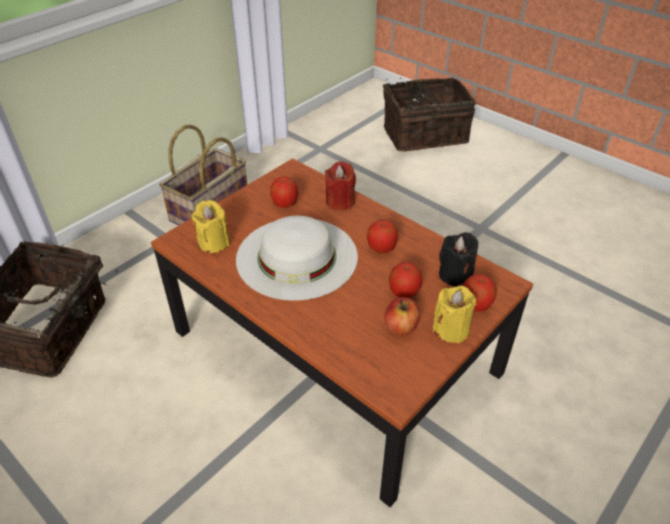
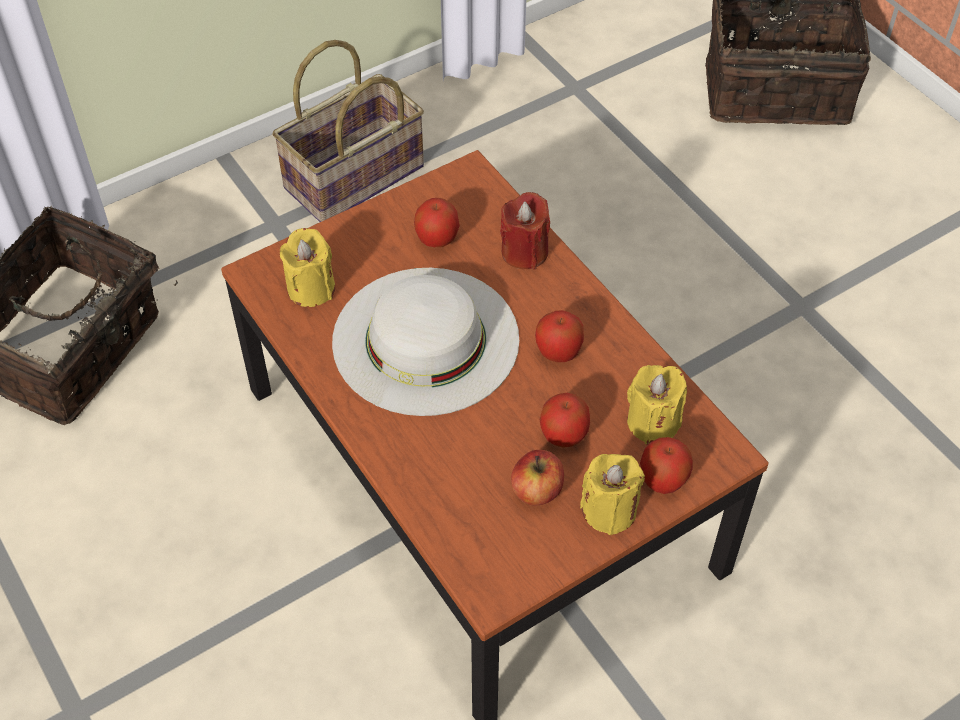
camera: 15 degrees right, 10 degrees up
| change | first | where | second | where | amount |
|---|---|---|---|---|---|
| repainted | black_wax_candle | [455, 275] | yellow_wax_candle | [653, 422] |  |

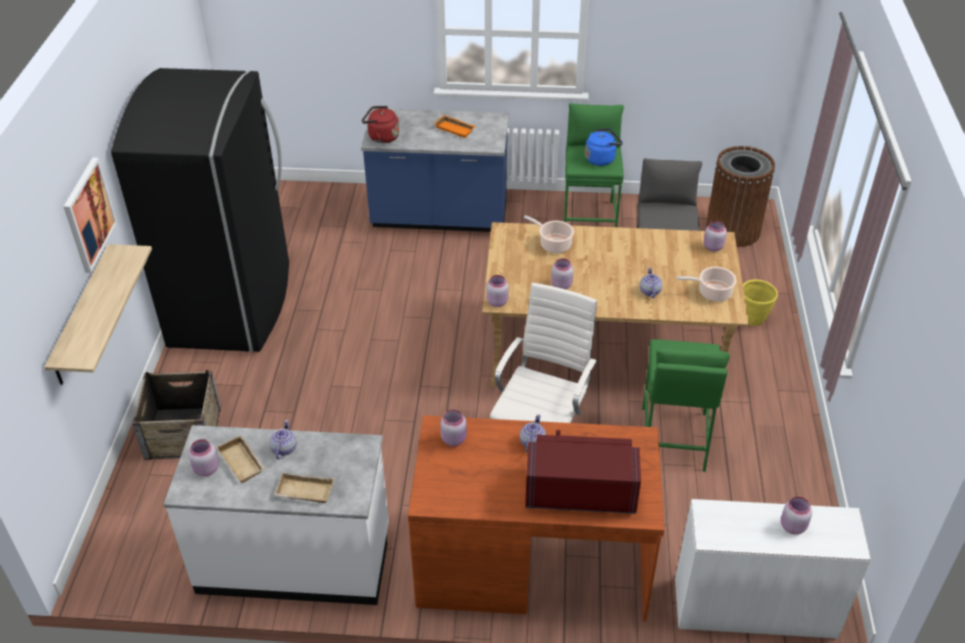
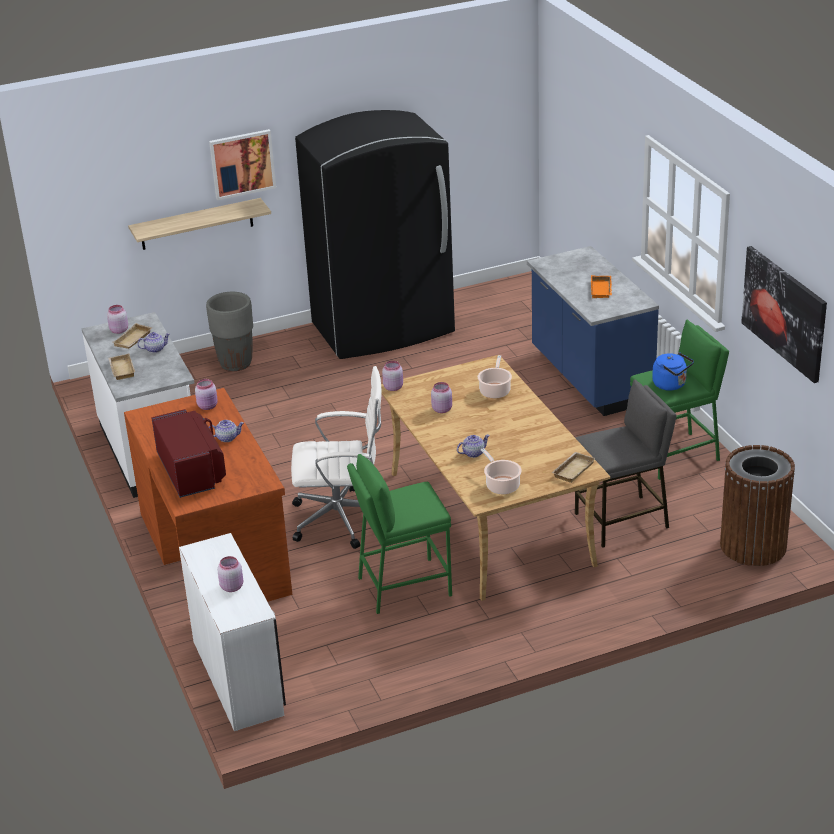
camera: 65 degrees right, 10 degrees down
| change | first | where | second | where | amount |
|---|---|---|---|---|---|
| gone | red_tea_kettle | [381, 137] |  |  |  |
| gone | yellow_flower_pot | [753, 319] |  |  |  |
| new |  |  | wall_picture | [784, 312] |  |
| swapped | crate | [183, 432] | grey_flower_pot | [235, 363] |  |
| swapped | pink-coloured_storage_jar | [712, 247] | beige-coloured_serving_tray | [572, 469] |  |

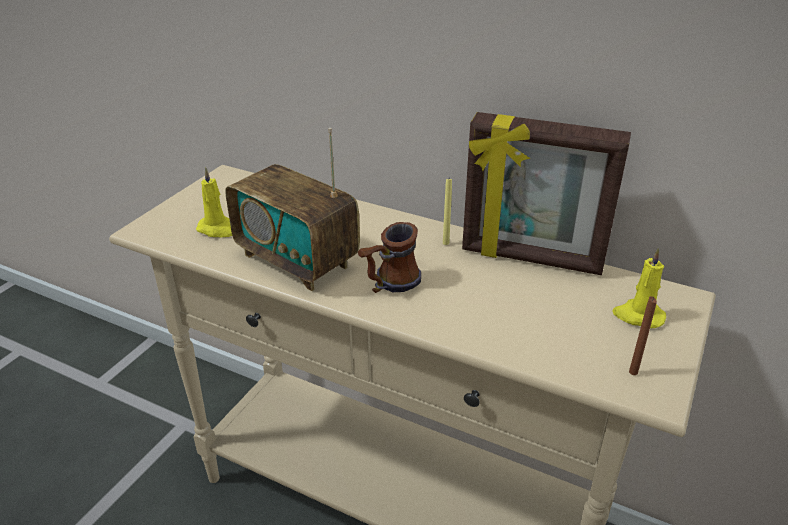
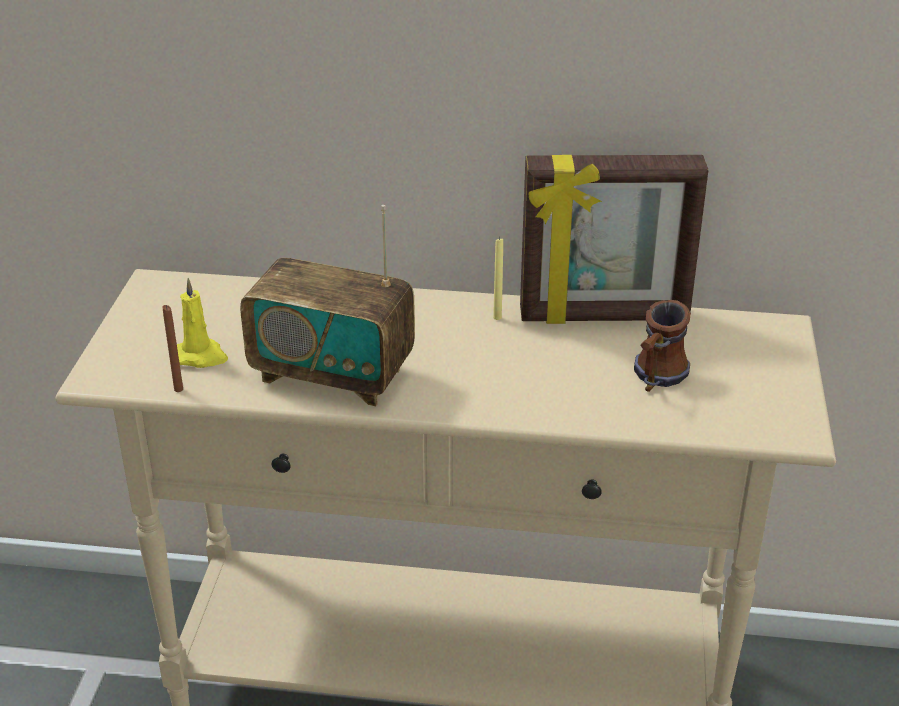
camera: 20 degrees left, 0 degrees up
| change | first | where | second | where | amount |
|---|---|---|---|---|---|
| gone | yellow_wax_candle | [638, 316] |  |  |  |
| shifted | mug | [389, 285] |  | [655, 379] |  |
| shifted | brownish_wax_candle | [633, 372] |  | [178, 389] |  |

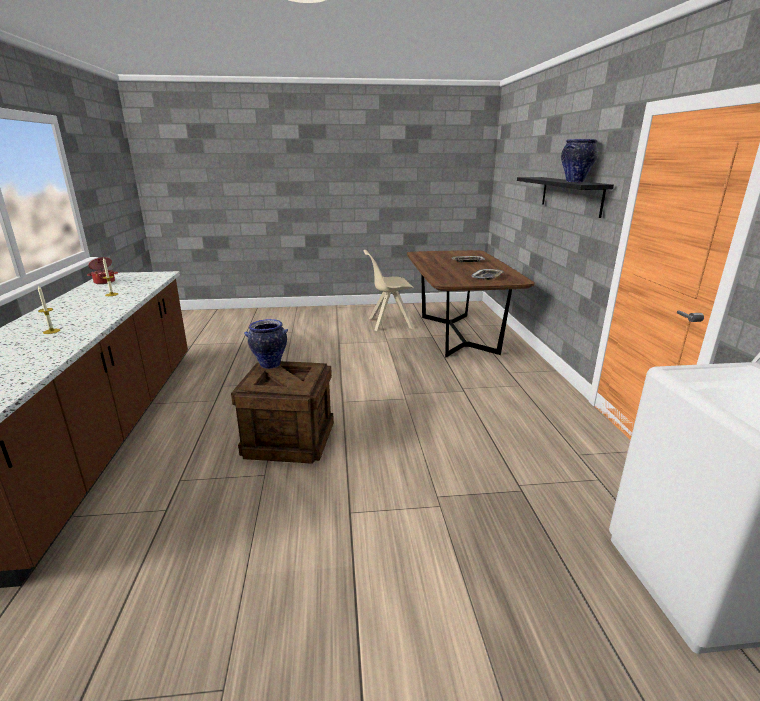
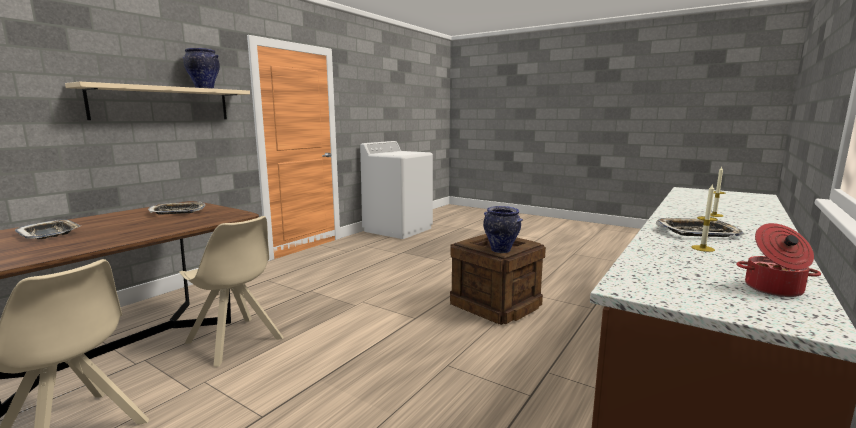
camera: 140 degrees left, 10 degrees down
| change | first | where | second | where | amount |
|---|---|---|---|---|---|
| new |  |  | beige-coloured_plain_chair | [235, 342] |  |
| new |  |  | serving_tray | [697, 232] |  |
| repainted | black_shelf | [570, 195] | beige-coloured_shelf | [163, 103] |  |

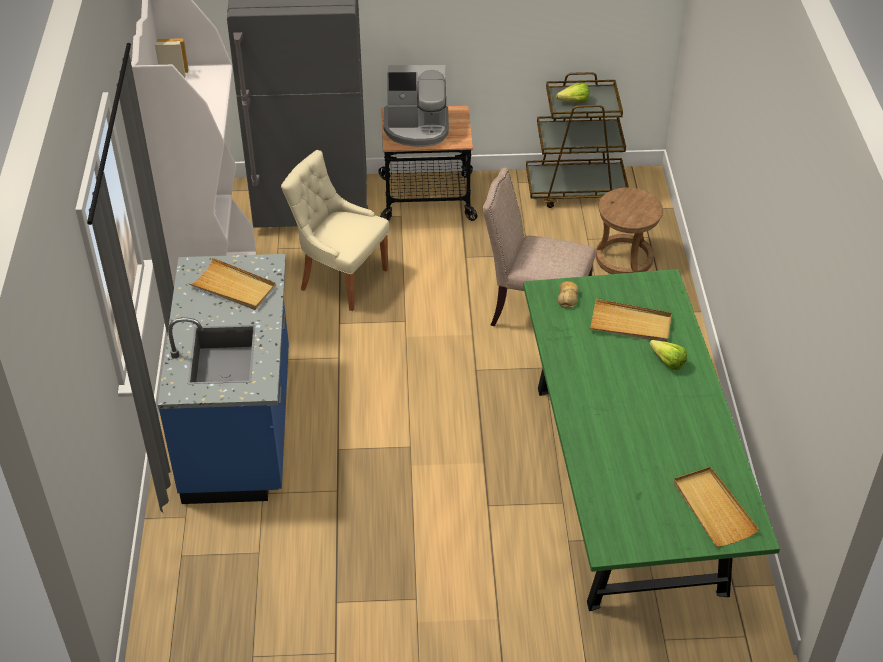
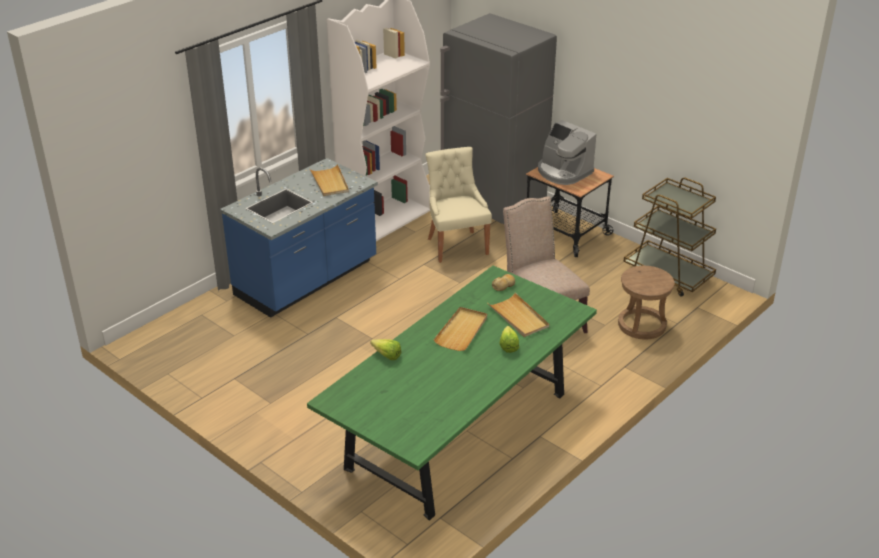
camera: 45 degrees right, 10 degrees down
| change | first | where | second | where | amount |
|---|---|---|---|---|---|
| shifted | lettuce_head | [571, 102] |  | [385, 354] |  |
| shifted | beige-coloured_serving_tray | [712, 508] |  | [462, 331] |  |

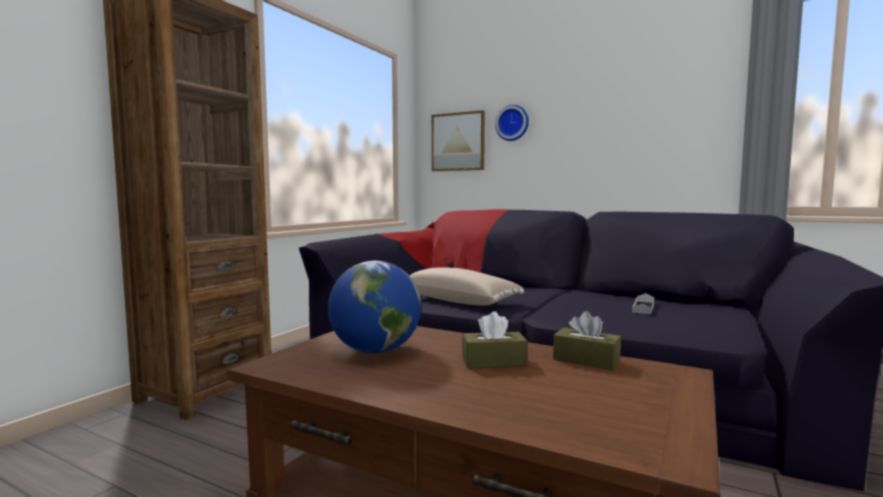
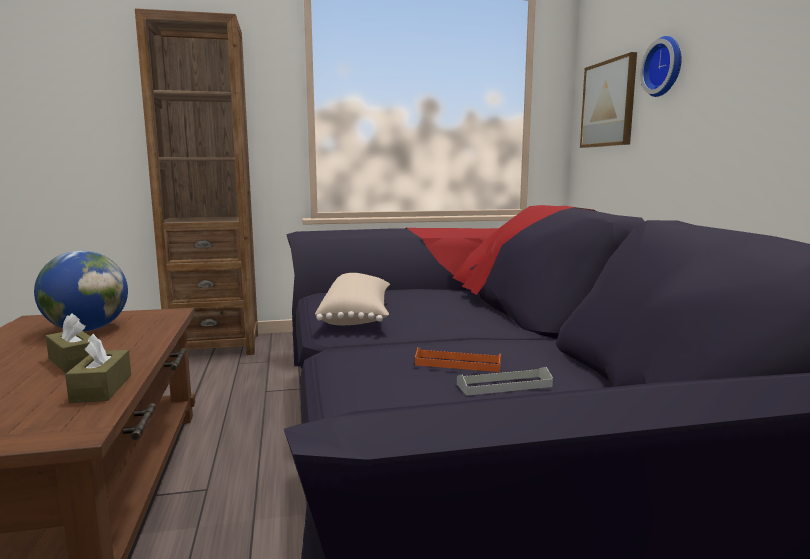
camera: 50 degrees right, 5 degrees up
| change | first | where | second | where | amount |
|---|---|---|---|---|---|
| new |  |  | orange_serving_tray | [458, 364] |  |

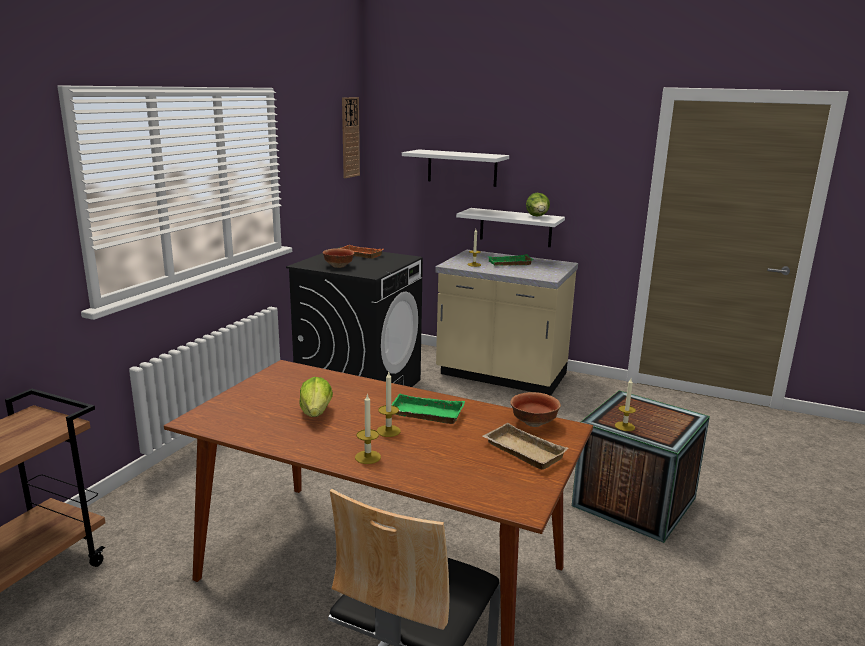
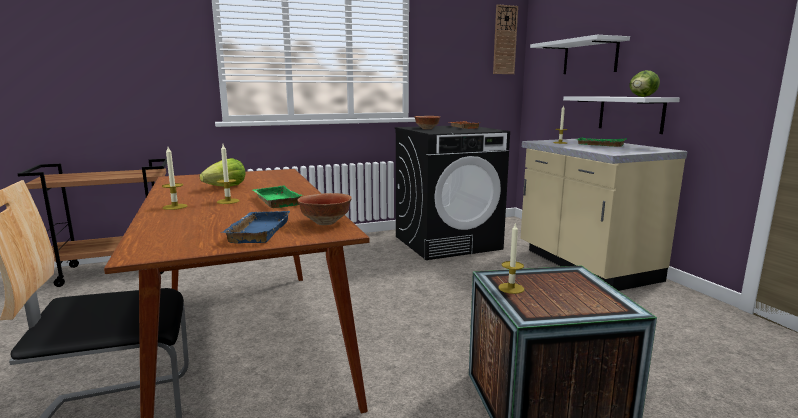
camera: 45 degrees right, 5 degrees down
| change | first | where | second | where | amount |
|---|---|---|---|---|---|
| repainted | beige-coloured_serving_tray | [521, 452] | blue-coloured_serving_tray | [257, 231] |  |

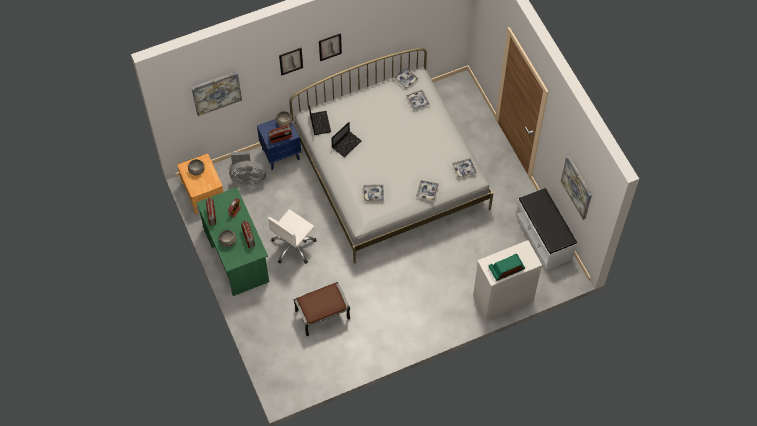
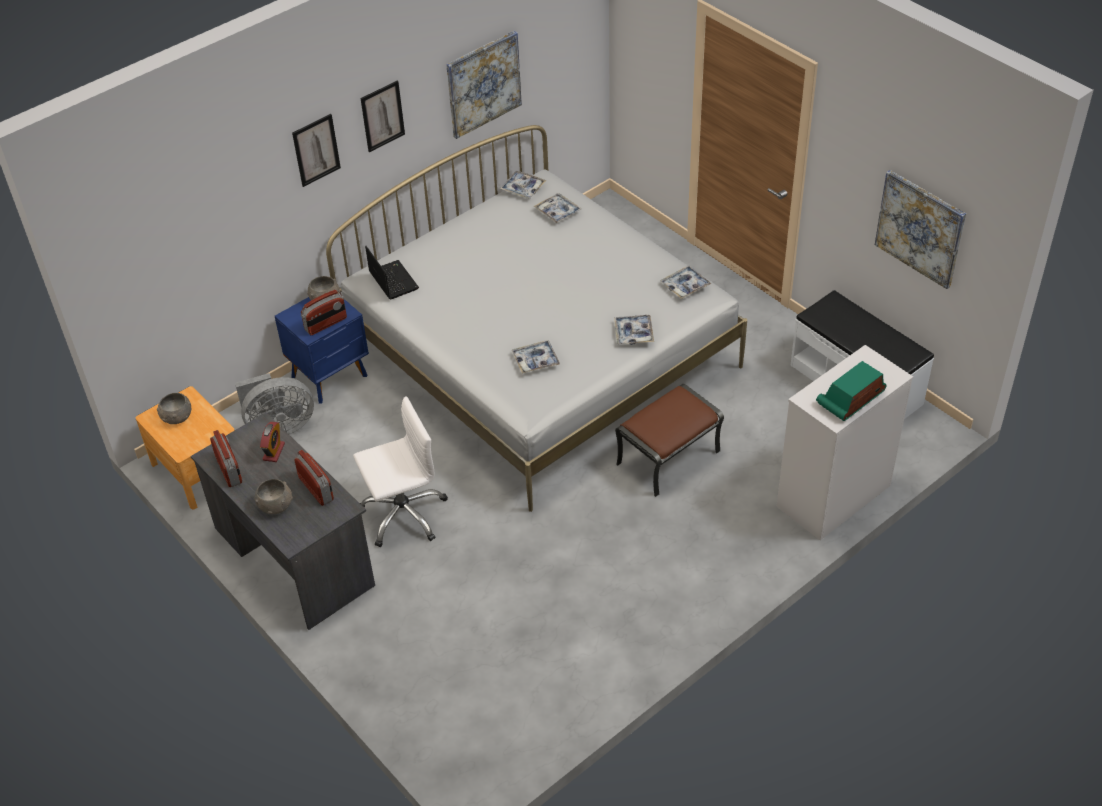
camera: 15 degrees left, 15 degrees down
| change | first | where | second | where | amount |
|---|---|---|---|---|---|
| gone | notebook_computer | [347, 144] |  |  |  |
| shifted | wall_picture | [216, 93] |  | [483, 84] |  |
| shifted | brownish_pouffe | [322, 314] |  | [668, 457] |  |
| repainted | green_desk_unit | [236, 255] | grey_desk_unit | [294, 556] |  |
| rotated | white-coloured_computer_chair | [293, 246] |  | [403, 514] | 135 degrees counterclockwise |

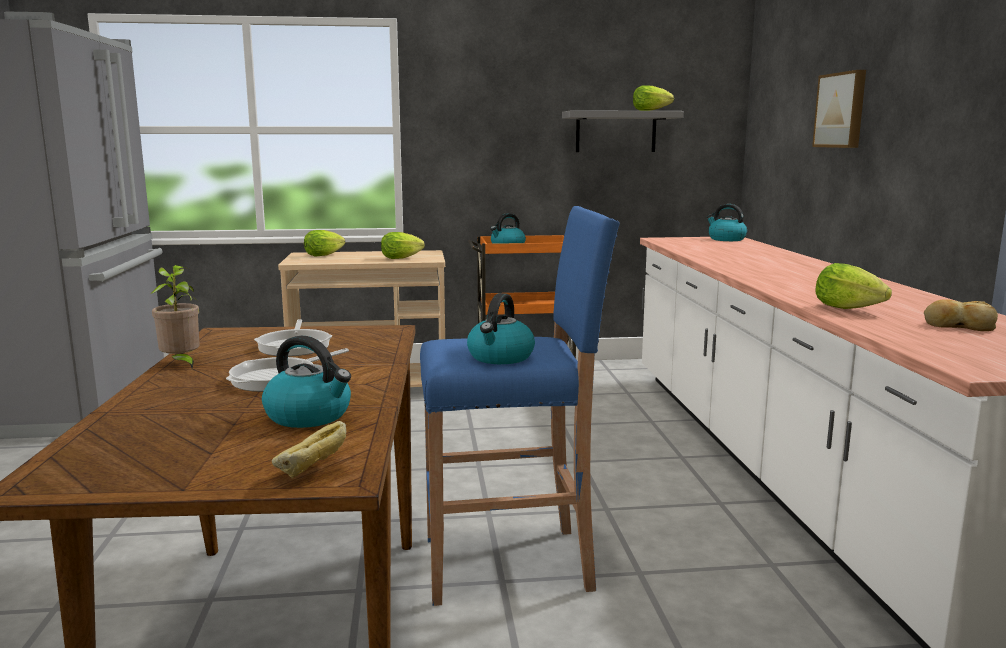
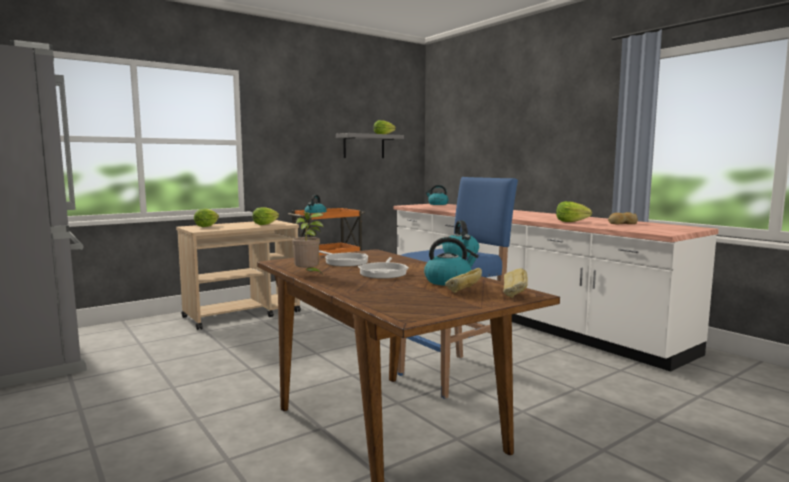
camera: 30 degrees left, 5 degrees down
| change | first | where | second | where | amount |
|---|---|---|---|---|---|
| gone | wall_picture | [842, 110] |  |  |  |
| new |  |  | bread | [463, 292] |  |

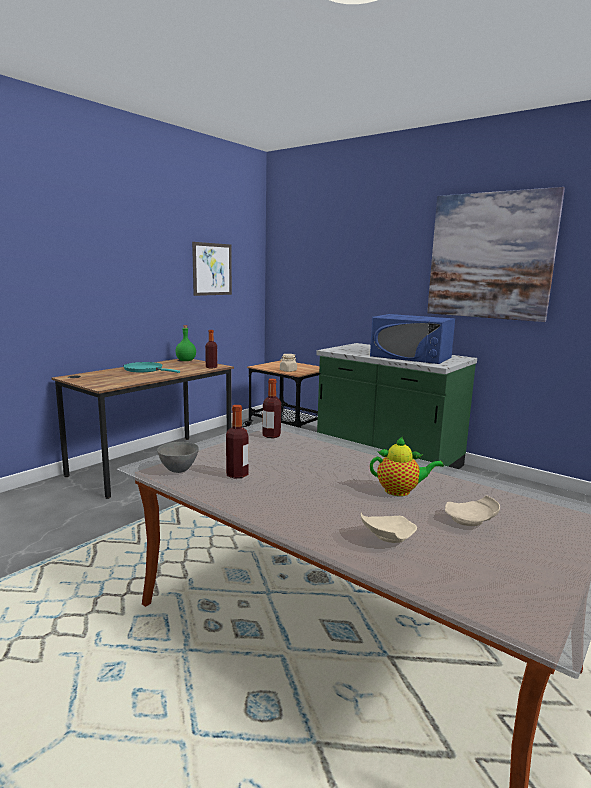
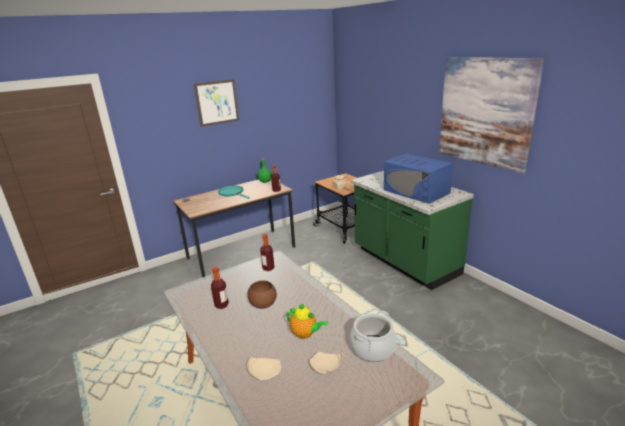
camera: 20 degrees right, 10 degrees up
| change | first | where | second | where | amount |
|---|---|---|---|---|---|
| gone | grey_bowl | [179, 470] |  |  |  |
| new |  |  | brownish_bowl | [263, 304] |  |
| new |  |  | stockpot | [372, 348] |  |
| shifted | wall_picture | [212, 269] |  | [217, 102] |  |

